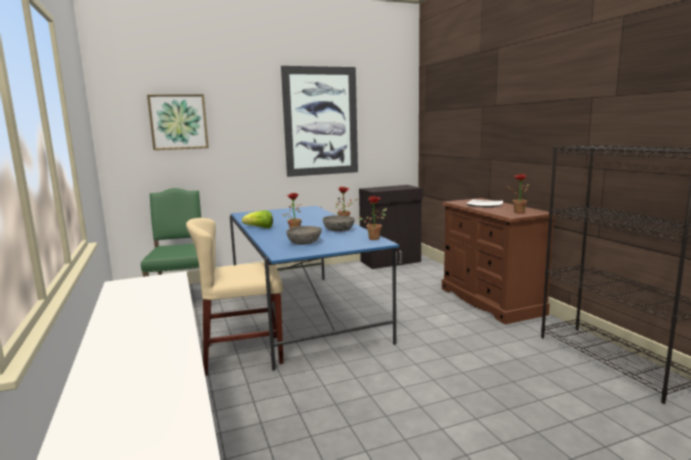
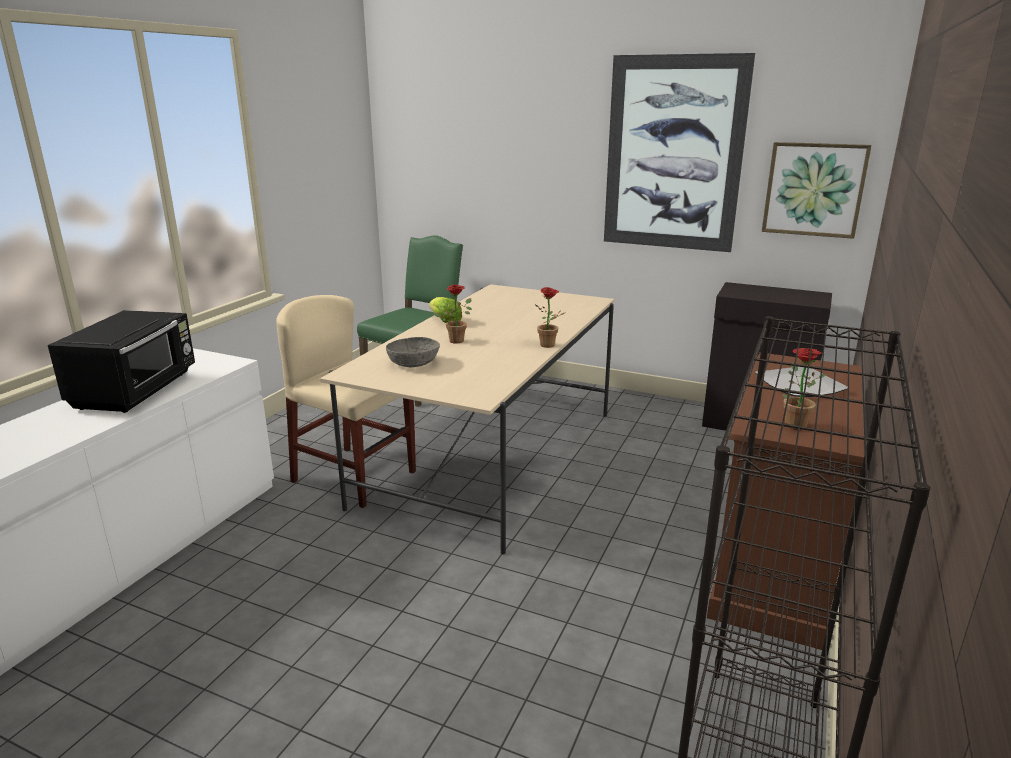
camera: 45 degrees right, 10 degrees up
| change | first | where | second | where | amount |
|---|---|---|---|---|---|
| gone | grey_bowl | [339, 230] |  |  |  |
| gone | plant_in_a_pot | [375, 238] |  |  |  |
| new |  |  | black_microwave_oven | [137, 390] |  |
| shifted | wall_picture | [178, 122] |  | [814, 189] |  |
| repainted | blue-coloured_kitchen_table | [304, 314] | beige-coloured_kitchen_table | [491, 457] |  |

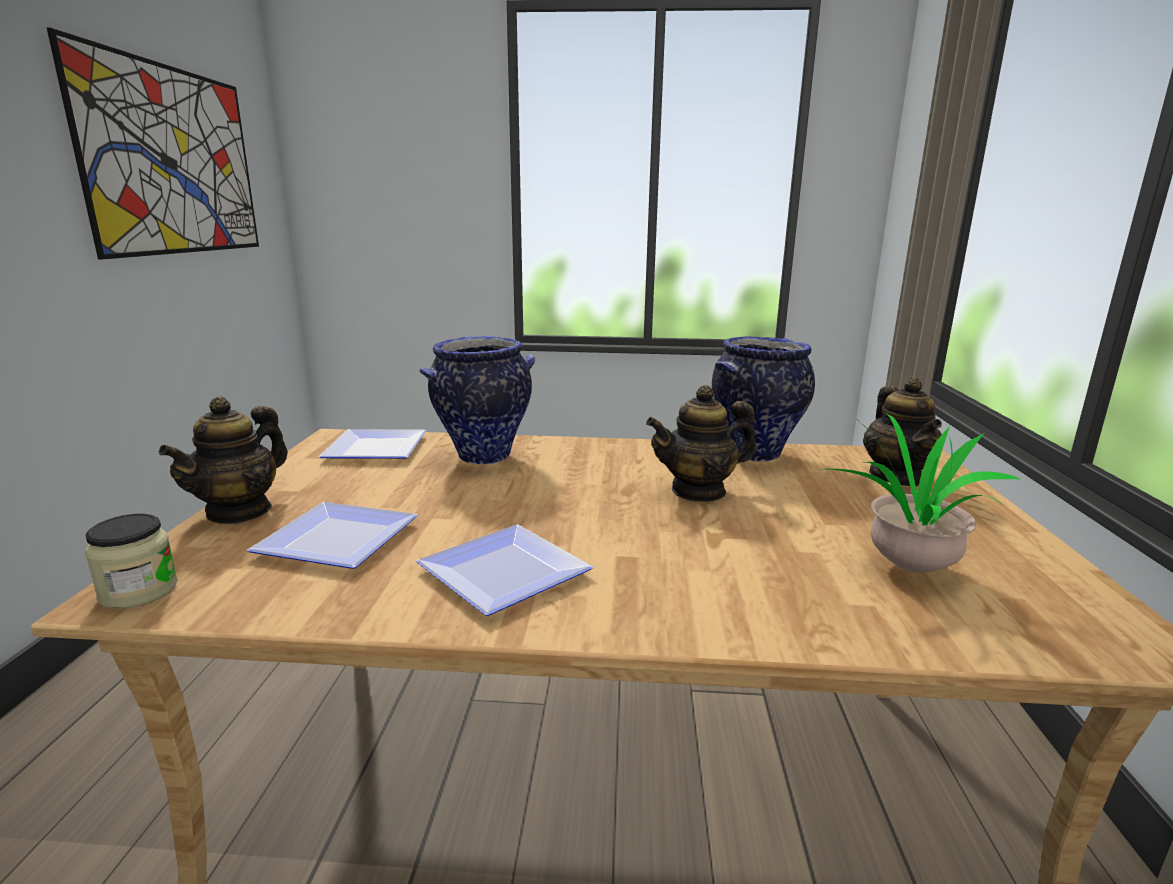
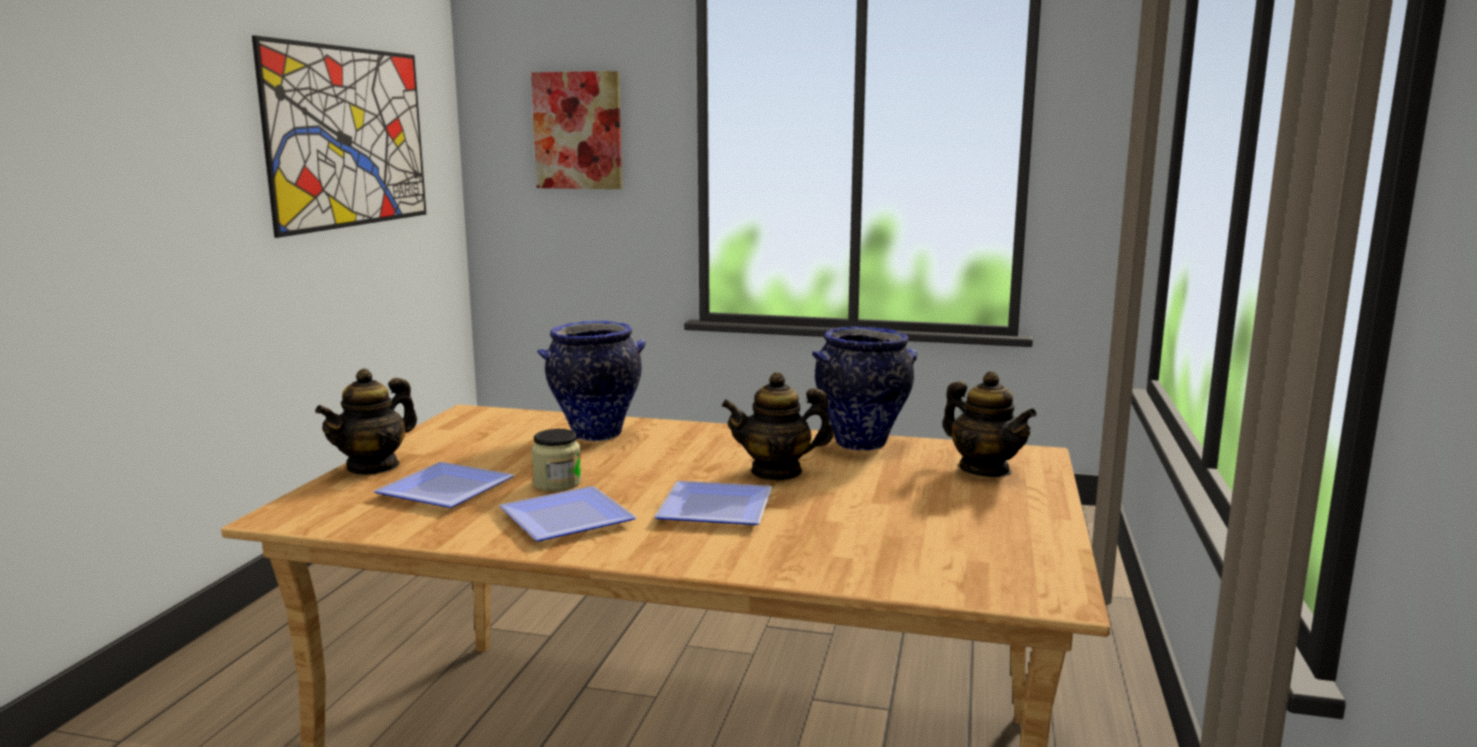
camera: 10 degrees right, 5 degrees down
| change | first | where | second | where | amount |
|---|---|---|---|---|---|
| gone | plant_in_a_pot | [905, 565] |  |  |  |
| new |  |  | wall_picture | [578, 131] |  |
| shifted | storage_jar | [138, 591] |  | [557, 483] |  |
| shifted | plate | [374, 448] |  | [712, 507] |  |
| rotated | tea_pot | [896, 477] |  | [985, 470] | 45 degrees counterclockwise |

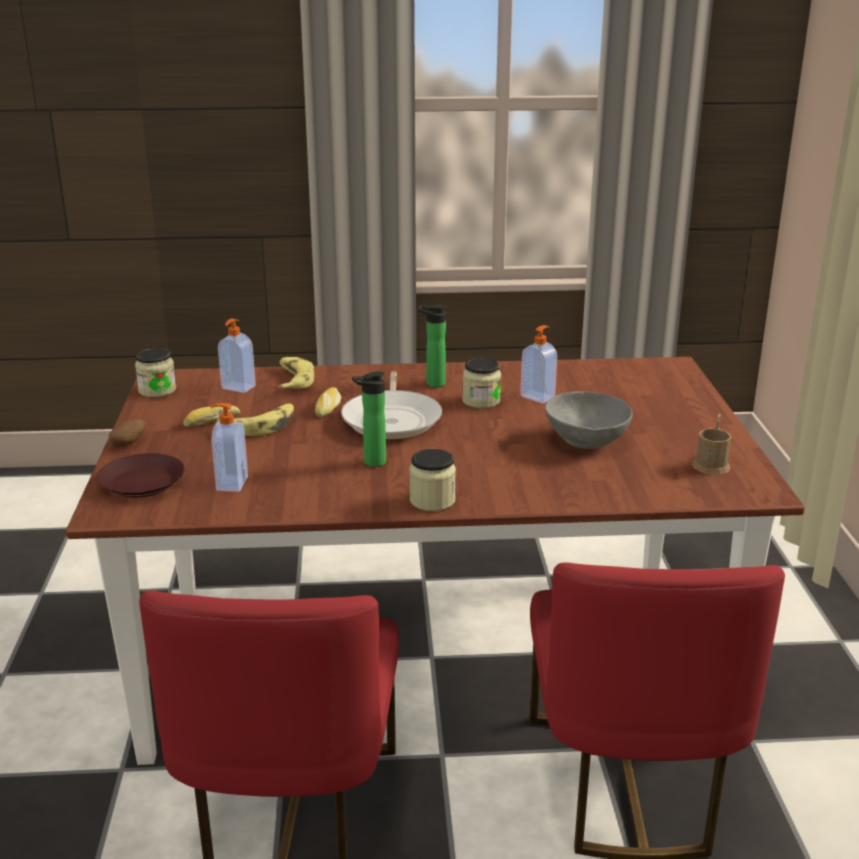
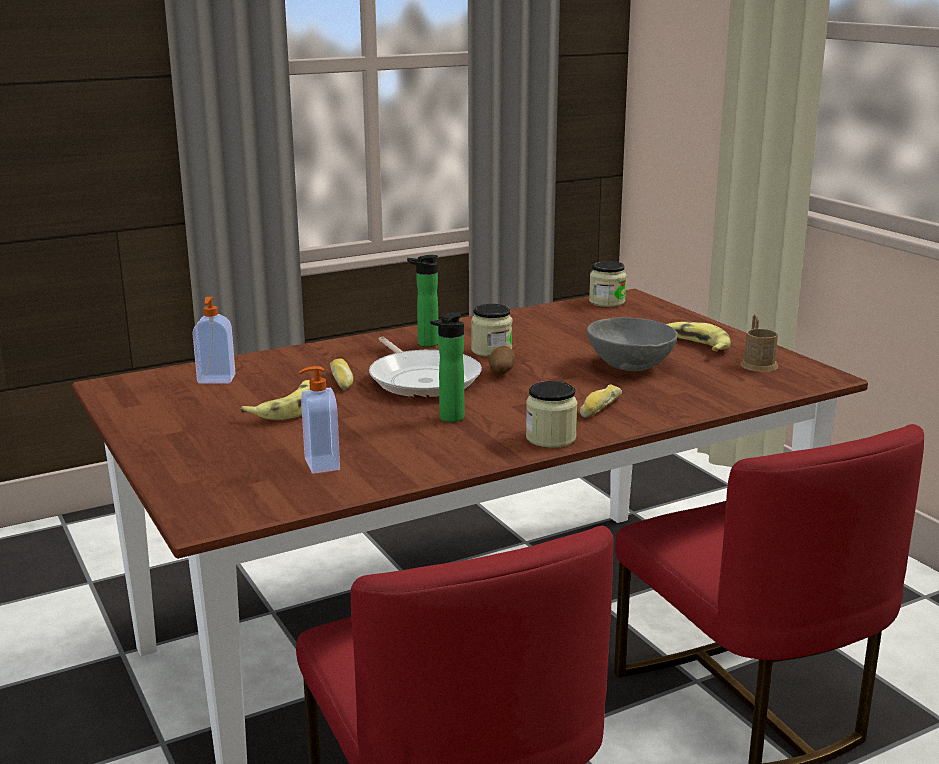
camera: 25 degrees left, 5 degrees down
| change | first | where | second | where | amount |
|---|---|---|---|---|---|
| gone | brownish_plate | [141, 482] |  |  |  |
| gone | soap_dispenser | [538, 396] |  |  |  |
| shifted | whole_potato | [128, 444] |  | [501, 373] |  |
| shifted | storage_jar | [157, 390] |  | [607, 302] |  |
| shifted | bread | [212, 421] |  | [599, 408] |  |
| shifted | banana_fruit | [293, 380] |  | [695, 345] |  |

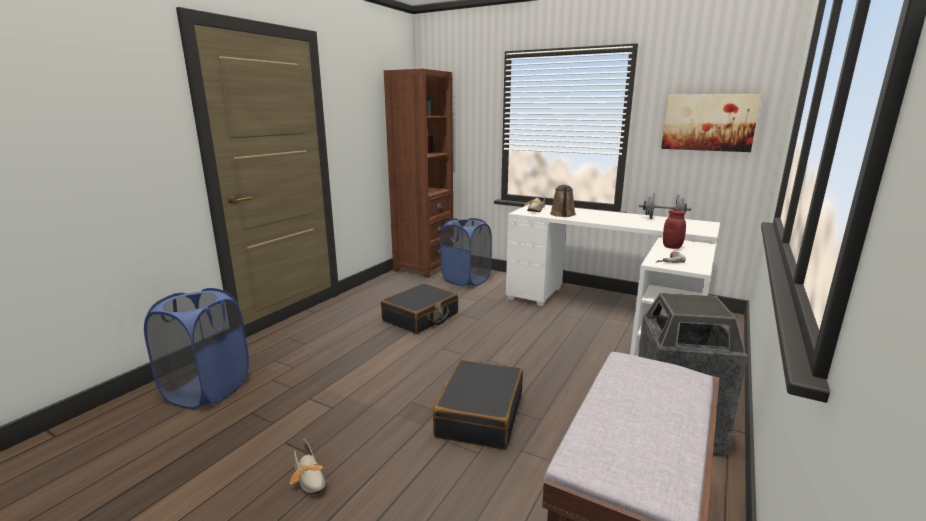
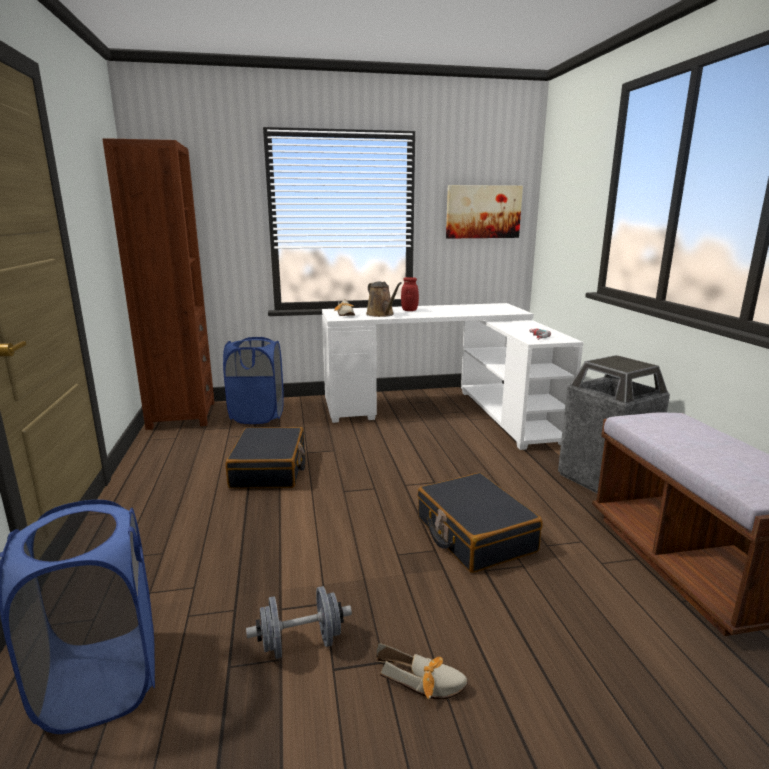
camera: 40 degrees left, 0 degrees up
| change | first | where | second | where | amount |
|---|---|---|---|---|---|
| shifted | grey_free_weight | [662, 219] |  | [301, 643] |  |
| shifted | red_storage_jar | [672, 247] |  | [409, 310] |  |

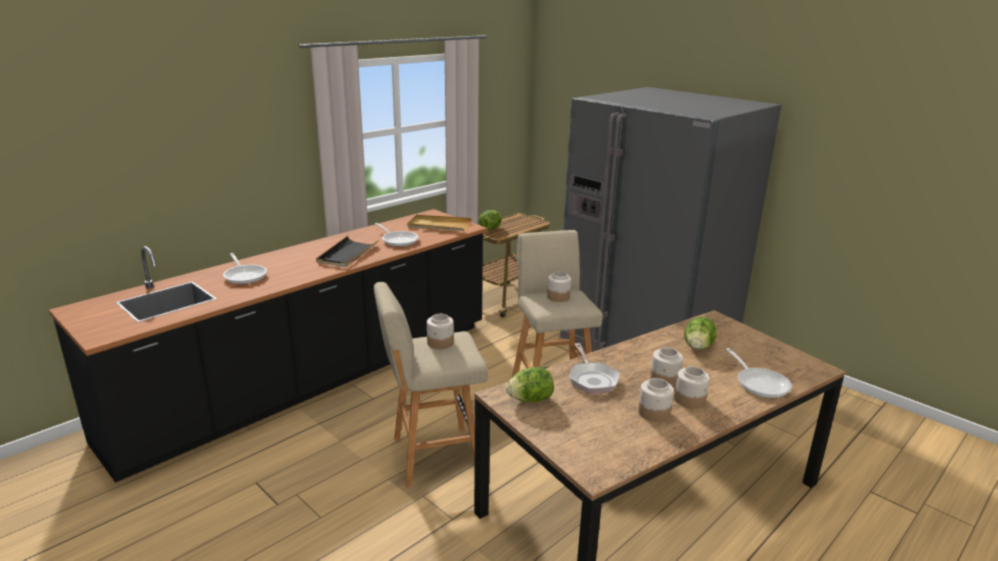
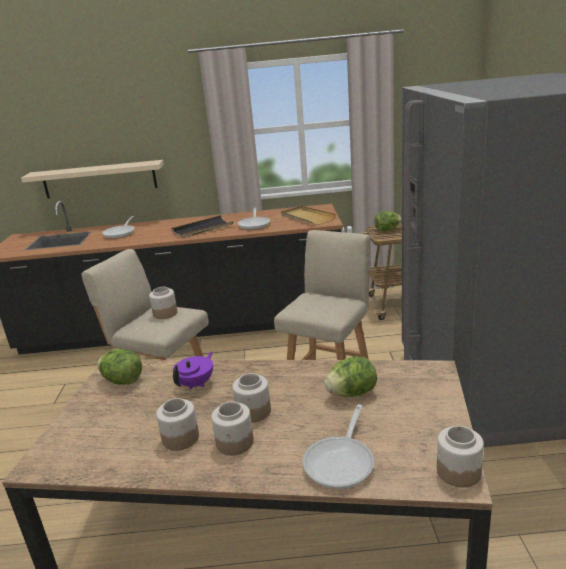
camera: 45 degrees right, 0 degrees up
| change | first | where | second | where | amount |
|---|---|---|---|---|---|
| new |  |  | beige-coloured_shelf | [99, 179] |  |
| shifted | storage_jar | [558, 297] |  | [458, 471] |  |
| swapped | pan | [592, 379] | purple-coloured_tea_pot | [196, 384] |  |

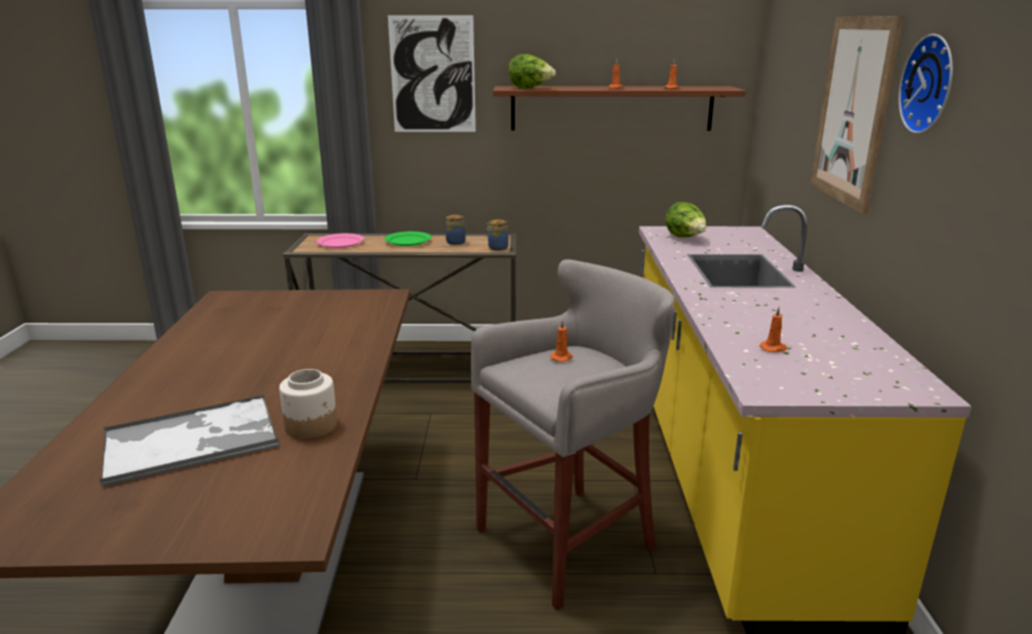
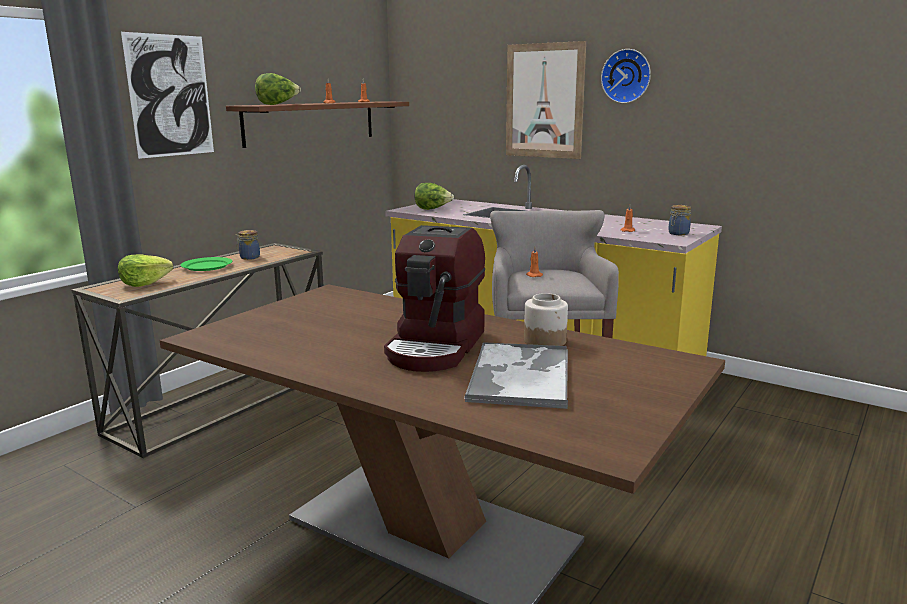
camera: 55 degrees left, 5 degrees down
| change | first | where | second | where | amount |
|---|---|---|---|---|---|
| new |  |  | coffee_maker | [437, 347] |  |
| shifted | storage_jar | [497, 248] |  | [678, 233] |  |
| swapped | pink-coloured_plate | [340, 242] | lettuce_head | [144, 283] |  |

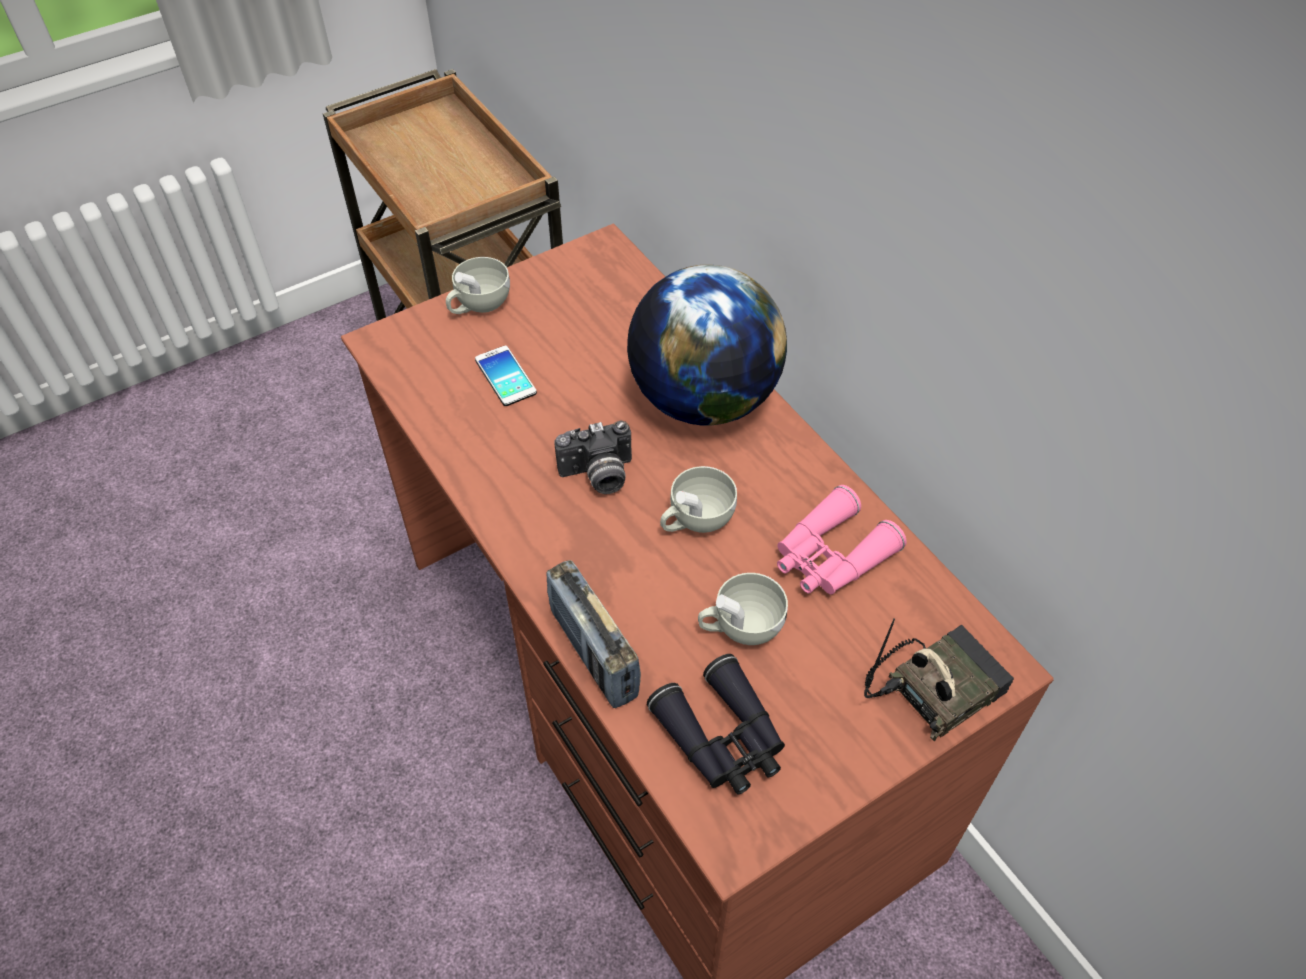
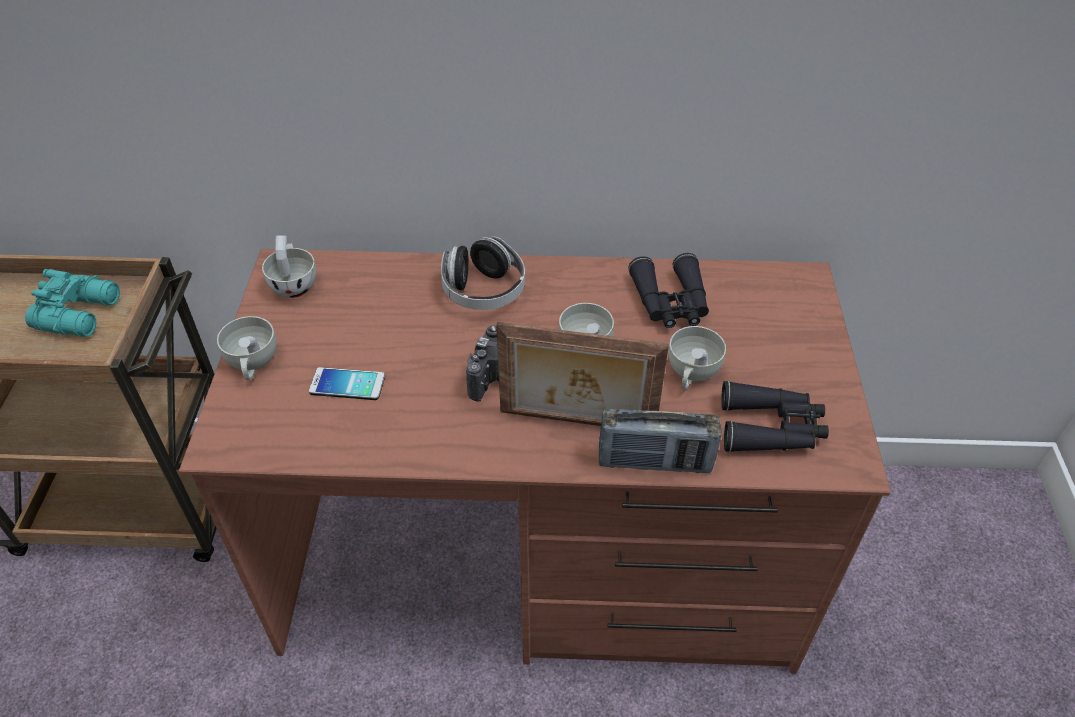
camera: 55 degrees left, 5 degrees down
| change | first | where | second | where | amount |
|---|---|---|---|---|---|
| gone | radio_set | [934, 685] |  |  |  |
| new |  |  | blue-green_field_glasses | [81, 313] |  |
| new |  |  | white-coloured_small_cup | [294, 283] |  |
| new |  |  | photo_frame | [576, 423] |  |
| swapped | world_globe | [703, 399] | headphones | [483, 291] |  |
| repainted | pink-coloured_field_glasses | [830, 556] | black_field_glasses | [670, 303] |  |

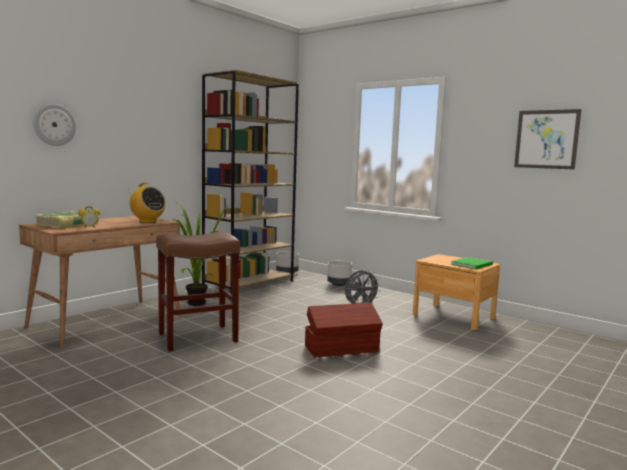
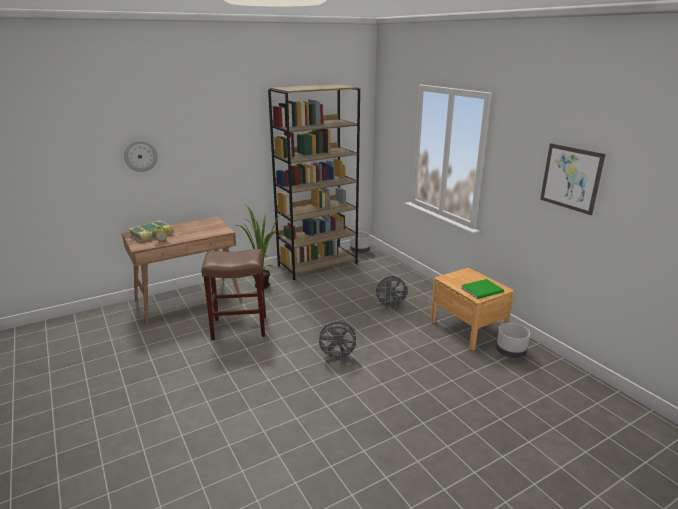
camera: 20 degrees right, 15 degrees up
| change | first | where | second | where | amount |
|---|---|---|---|---|---|
| gone | radio_set | [147, 221] |  |  |  |
| shifted | grey_flower_pot | [339, 284] |  | [510, 353] |  |
| swapped | brownish_storage_bin | [342, 349] | grey_electric_fan | [337, 357] |  |

